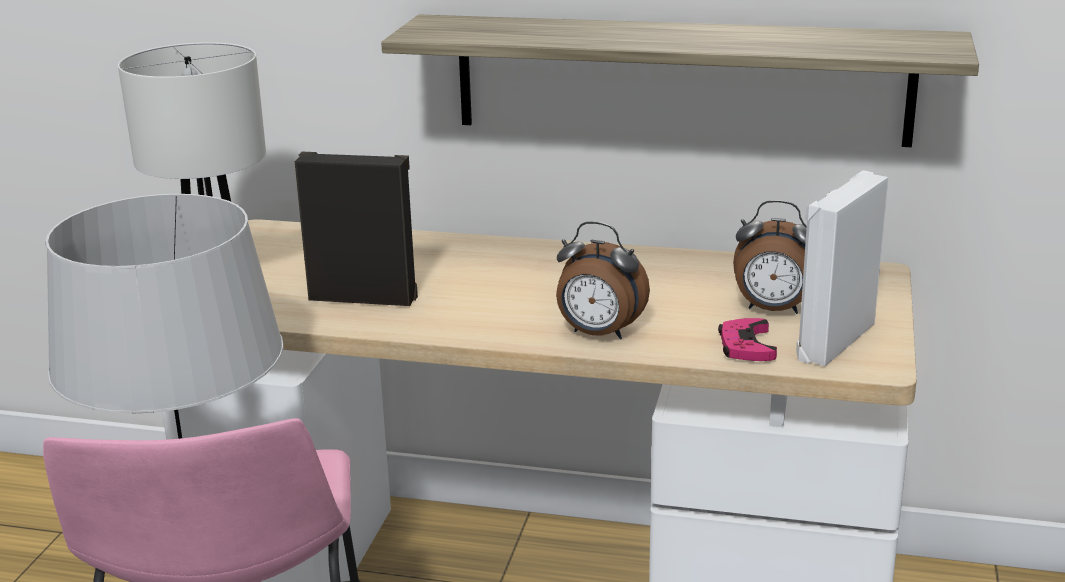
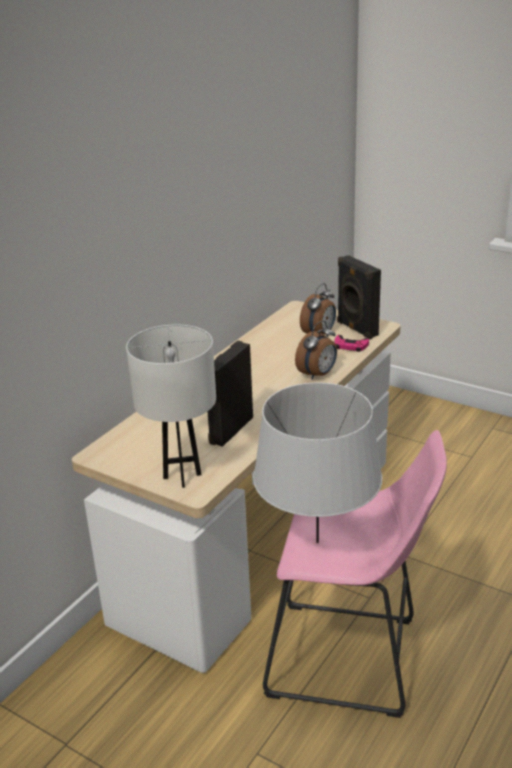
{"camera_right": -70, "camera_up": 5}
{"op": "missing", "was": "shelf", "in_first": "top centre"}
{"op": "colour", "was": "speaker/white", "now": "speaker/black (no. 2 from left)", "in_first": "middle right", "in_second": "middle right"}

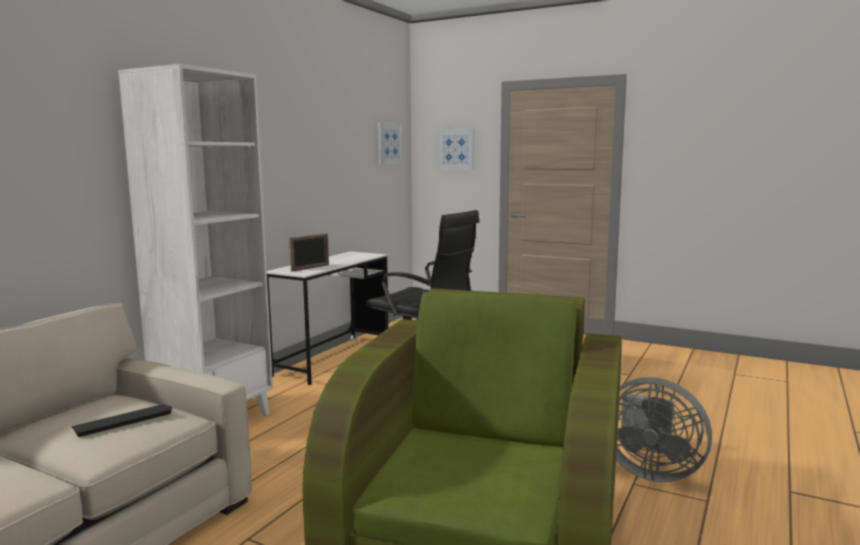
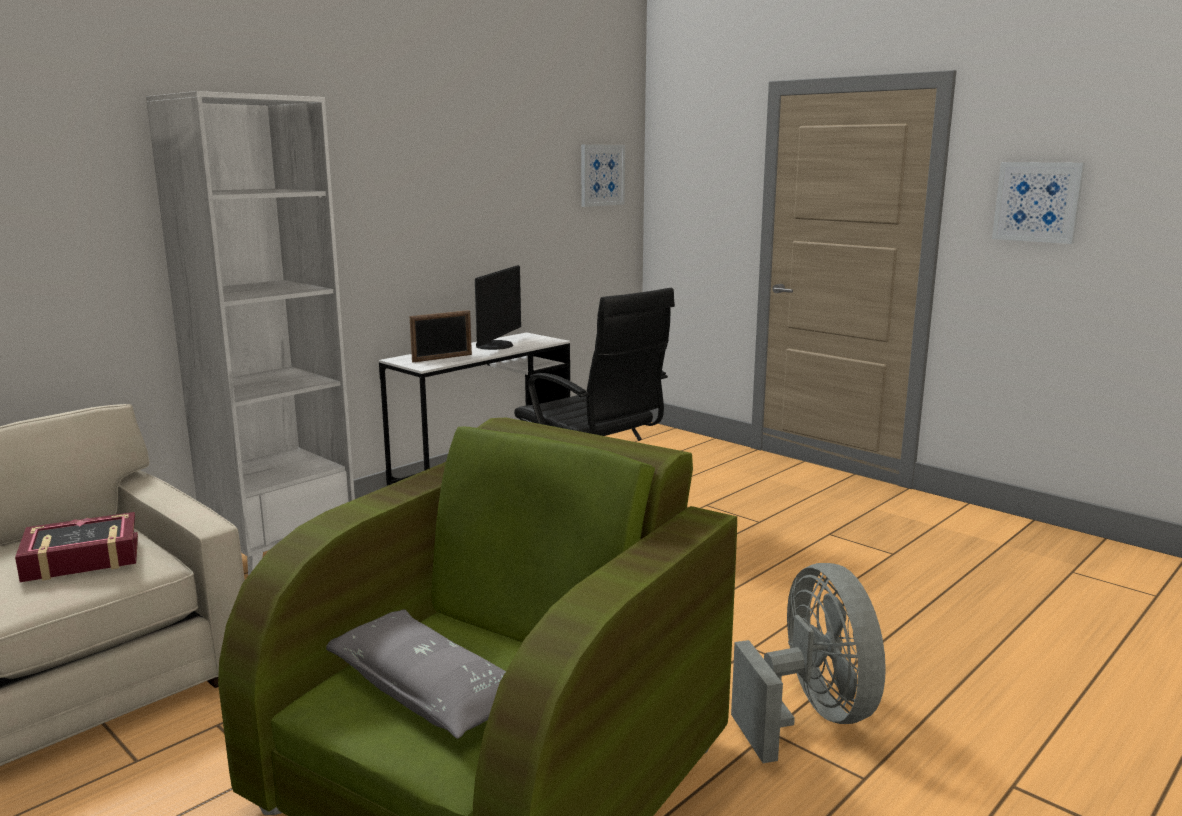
{"camera_right": 15, "camera_up": 5}
{"op": "relocated", "was": "picture (no. 2 from left)", "in_first": "top centre", "in_second": "top right"}
{"op": "spun", "was": "fan/grey", "in_first": "bottom right", "in_second": "bottom right", "clockwise": -150}
{"op": "exchanged", "was": "keyboard", "now": "book", "in_first": "bottom left", "in_second": "bottom left"}
{"op": "appeared", "now": "monitor", "in_second": "centre"}
{"op": "appeared", "now": "pillow/grey", "in_second": "bottom centre"}

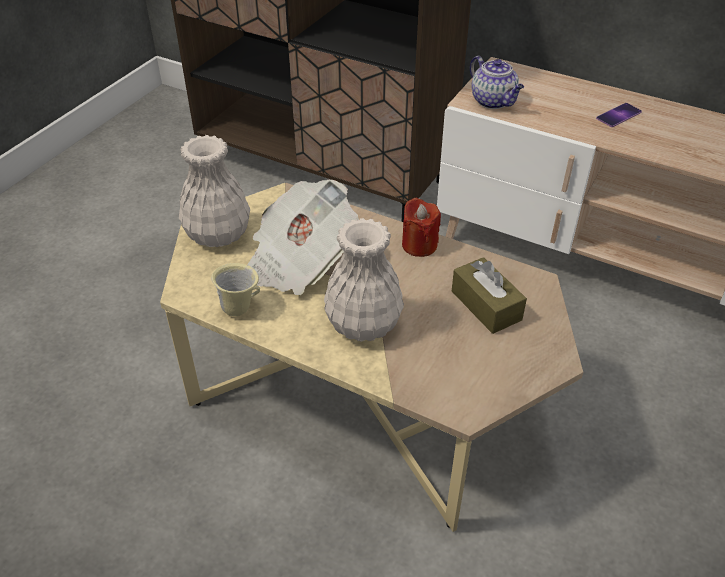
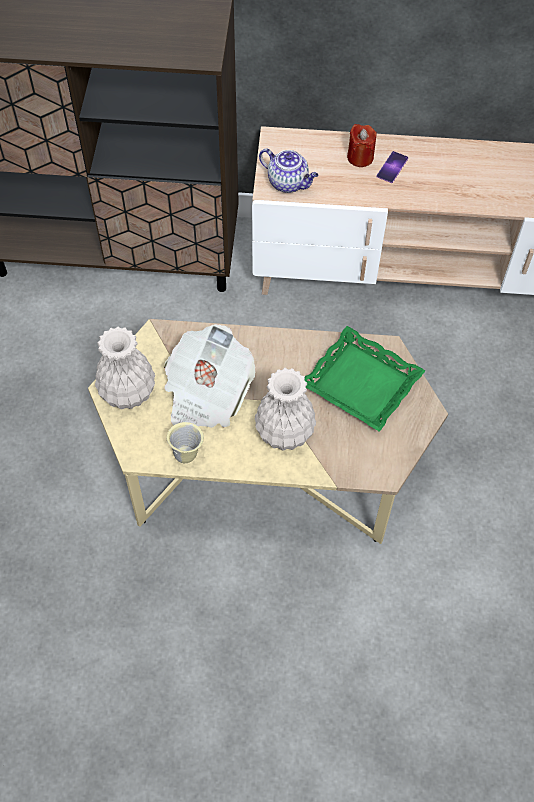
{"camera_right": -25, "camera_up": 15}
{"op": "relocated", "was": "candle/red", "in_first": "centre", "in_second": "top right"}
{"op": "exchanged", "was": "tissue box/brown", "now": "tray/green", "in_first": "middle right", "in_second": "middle right"}

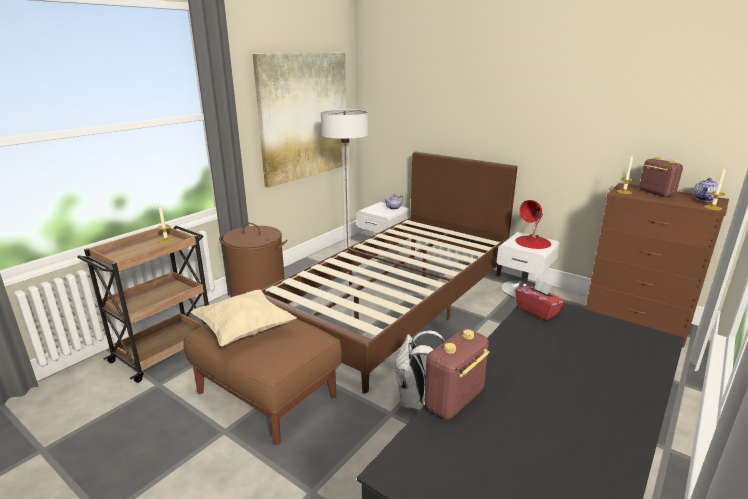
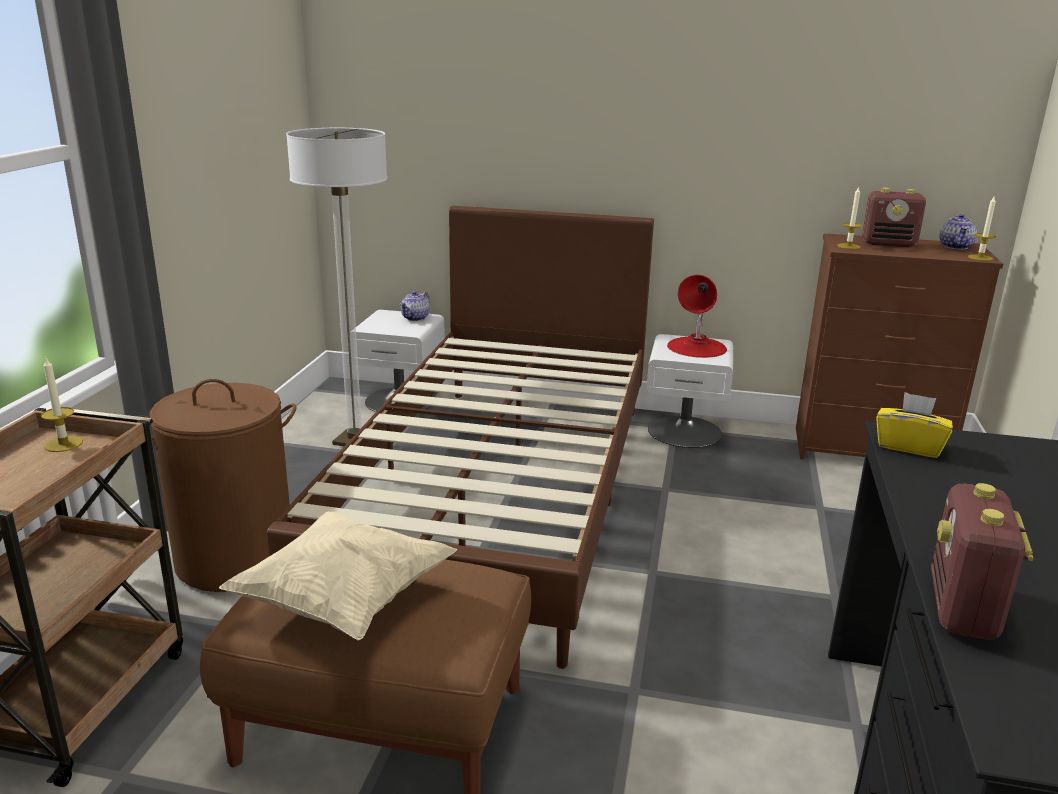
{"camera_right": -25, "camera_up": 0}
{"op": "missing", "was": "picture", "in_first": "top centre"}
{"op": "spun", "was": "radio (no. 2 from left in the first image)", "in_first": "middle right", "in_second": "top right", "clockwise": 150}
{"op": "colour", "was": "tissue box/red", "now": "tissue box/yellow", "in_first": "middle right", "in_second": "middle right"}
{"op": "missing", "was": "backpack/white", "in_first": "bottom centre"}

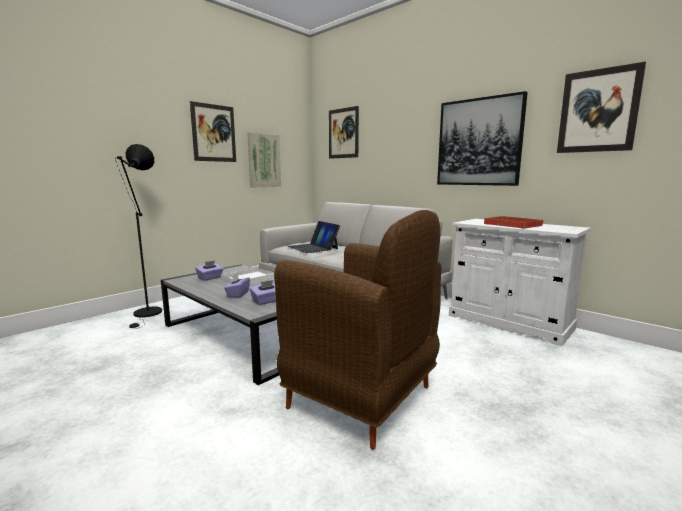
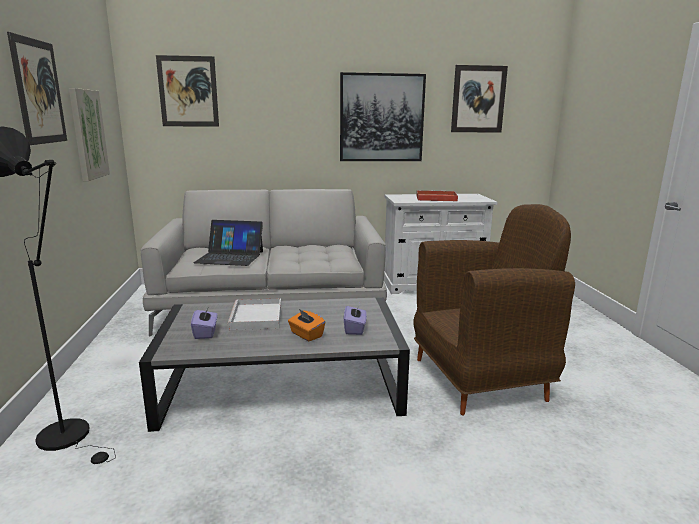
{"camera_right": -50, "camera_up": 5}
{"op": "colour", "was": "tissue box/purple (no. 2 from left)", "now": "tissue box/orange", "in_first": "centre", "in_second": "centre"}

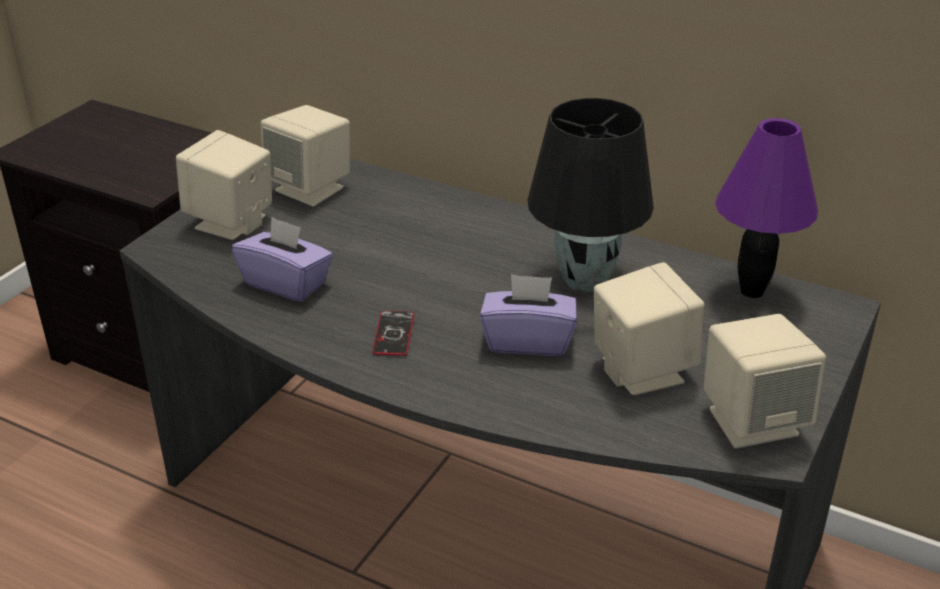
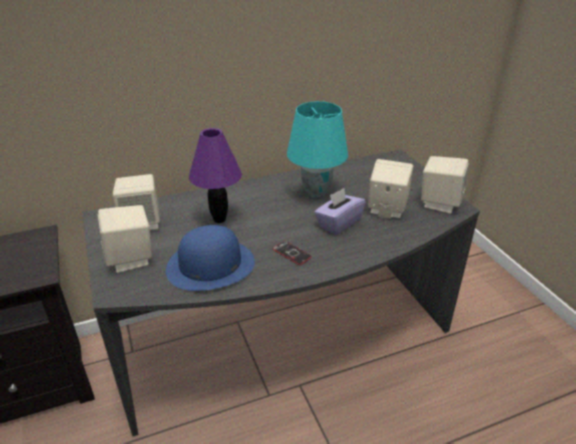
{"camera_right": -50, "camera_up": 0}
{"op": "colour", "was": "table lamp/black", "now": "table lamp/turquoise", "in_first": "top centre", "in_second": "centre"}
{"op": "relocated", "was": "table lamp/purple", "in_first": "middle right", "in_second": "centre"}
{"op": "exchanged", "was": "tissue box/purple (no. 1 from left)", "now": "hat/blue", "in_first": "middle left", "in_second": "centre"}

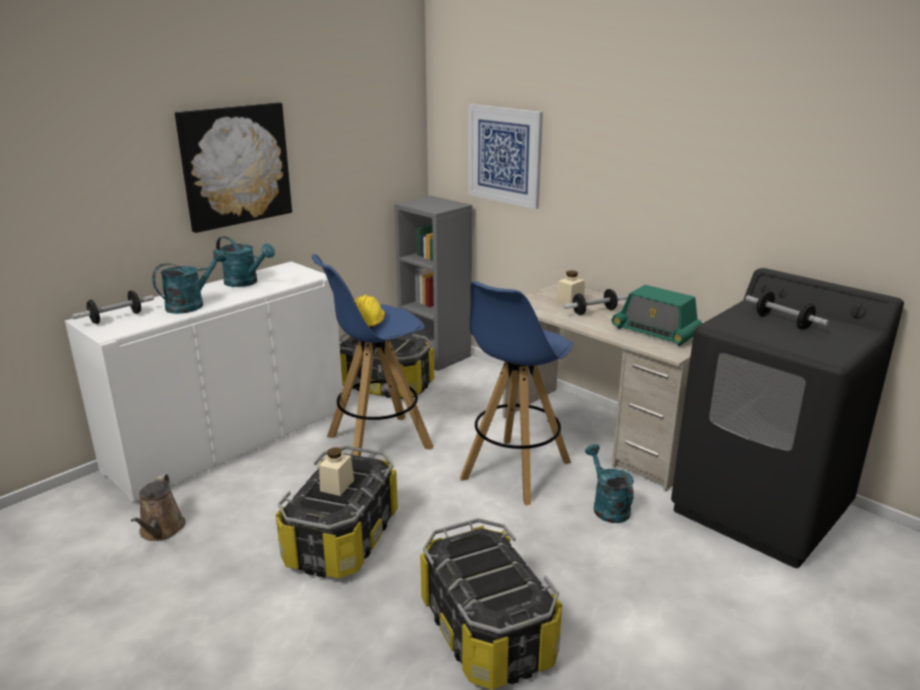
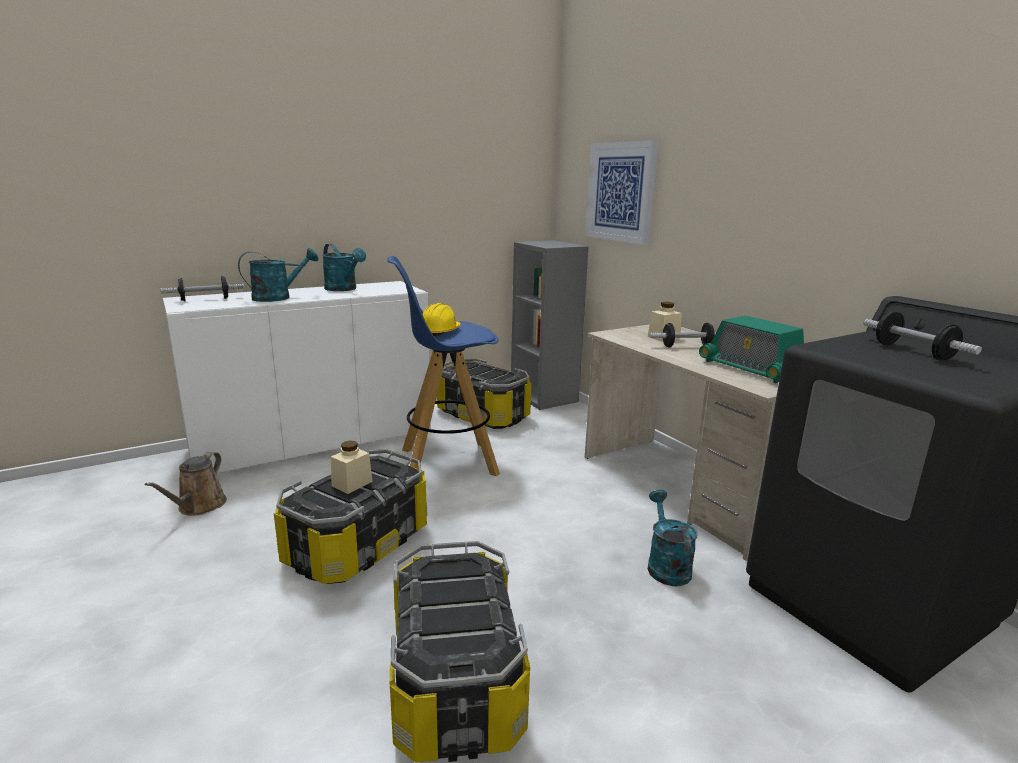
{"camera_right": 15, "camera_up": -5}
{"op": "missing", "was": "picture (no. 1 from left)", "in_first": "top left"}
{"op": "missing", "was": "stool/blue (no. 2 from left)", "in_first": "centre"}

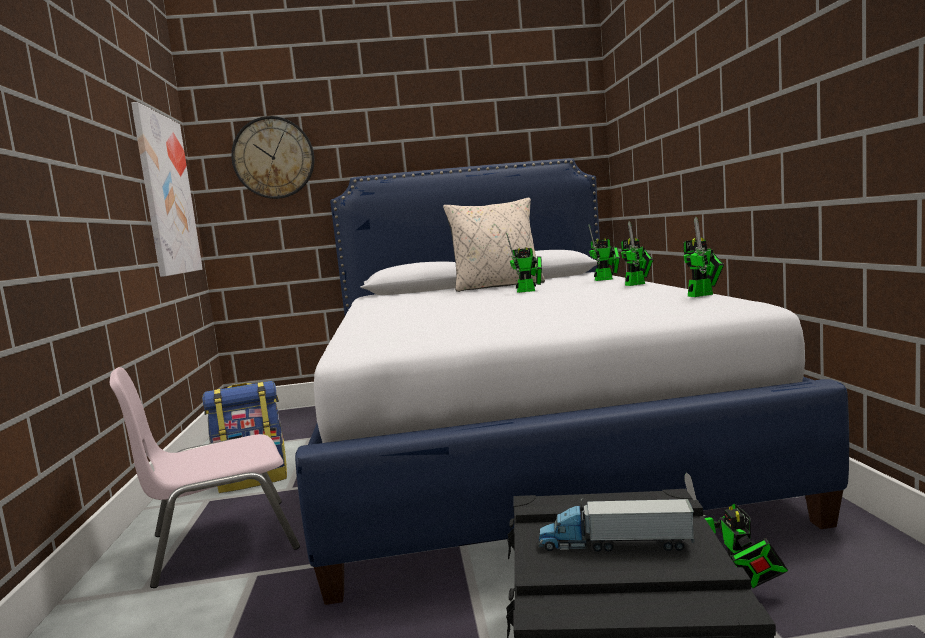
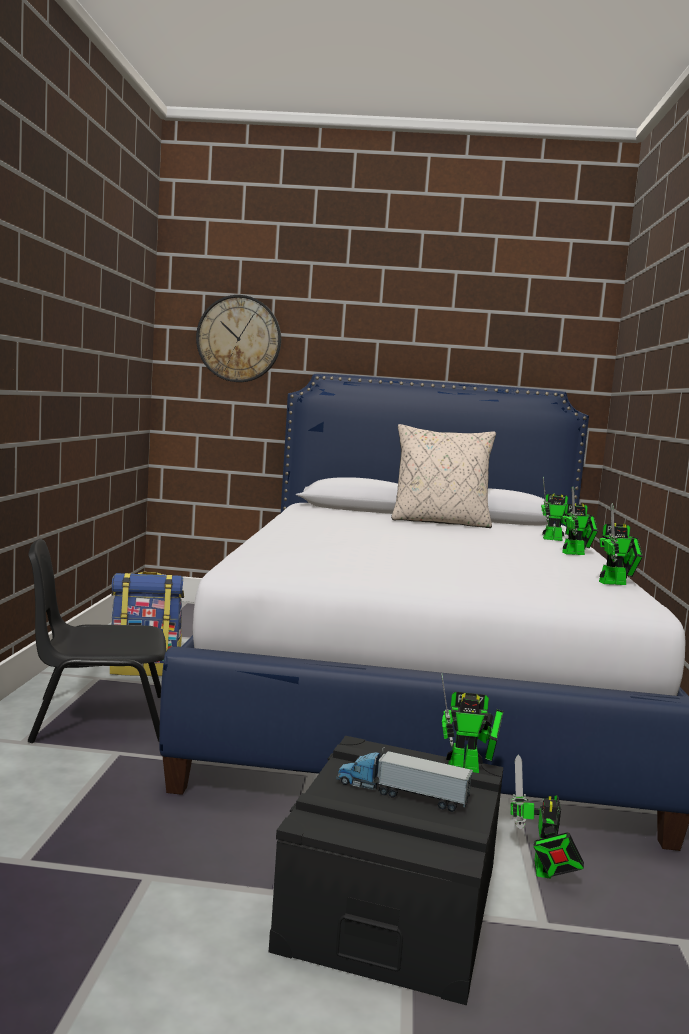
{"camera_right": 10, "camera_up": 0}
{"op": "missing", "was": "picture", "in_first": "top left"}
{"op": "relocated", "was": "toy robot (no. 1 from left)", "in_first": "centre", "in_second": "bottom right"}
{"op": "colour", "was": "chair/pink", "now": "chair/black", "in_first": "bottom left", "in_second": "middle left"}

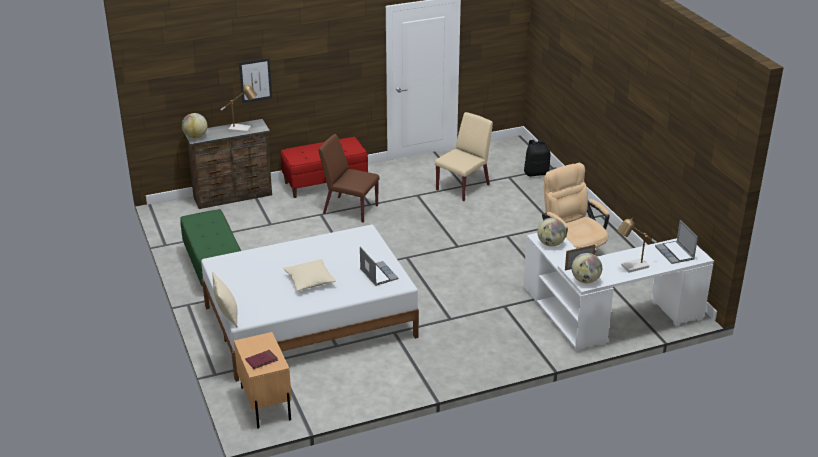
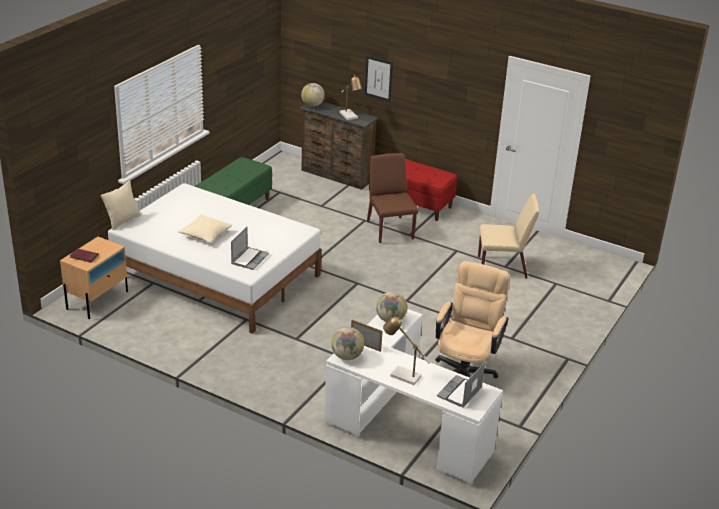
{"camera_right": 50, "camera_up": 0}
{"op": "missing", "was": "backpack/black", "in_first": "centre"}

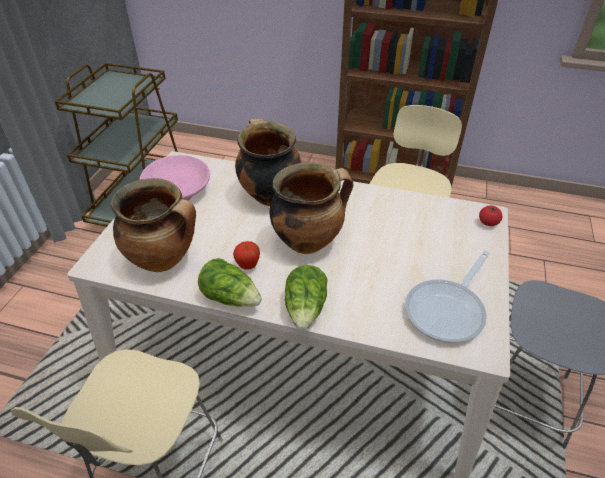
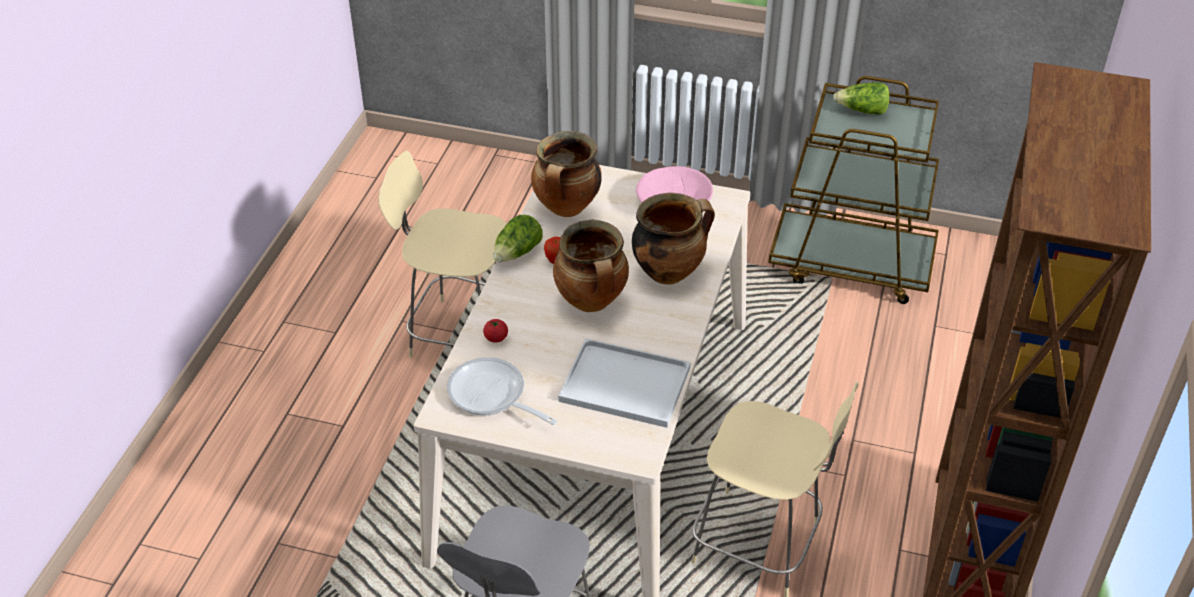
{"camera_right": 90, "camera_up": 0}
{"op": "relocated", "was": "tomato", "in_first": "middle right", "in_second": "centre"}
{"op": "relocated", "was": "lettuce (no. 2 from left)", "in_first": "centre", "in_second": "top right"}
{"op": "appeared", "now": "tray/white", "in_second": "centre"}

